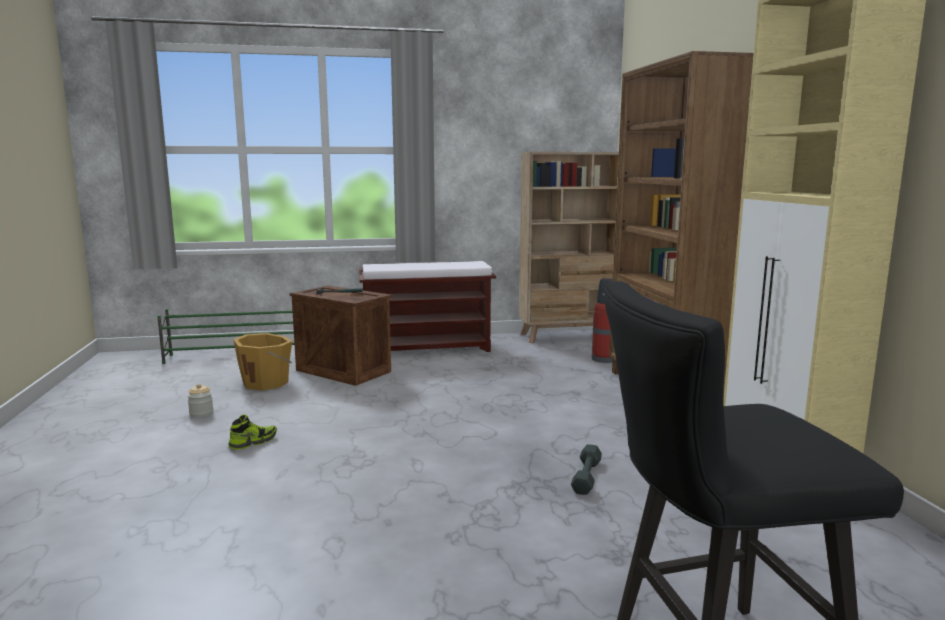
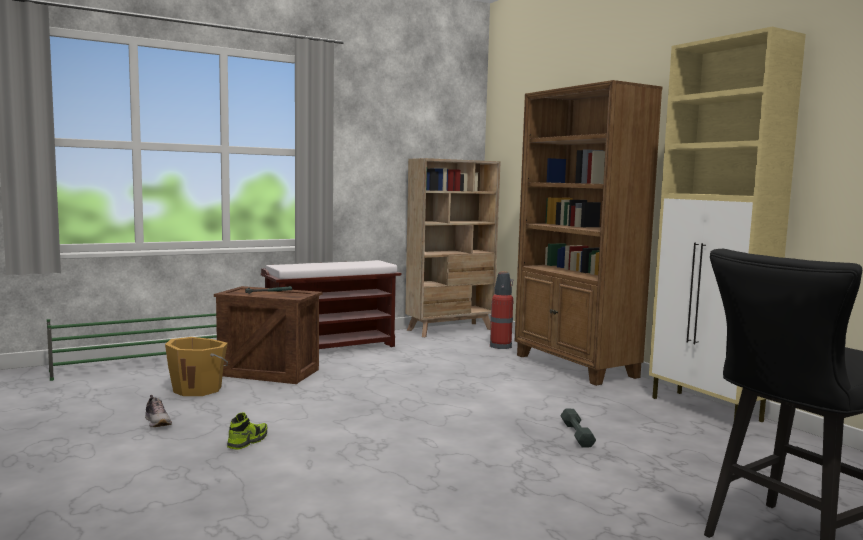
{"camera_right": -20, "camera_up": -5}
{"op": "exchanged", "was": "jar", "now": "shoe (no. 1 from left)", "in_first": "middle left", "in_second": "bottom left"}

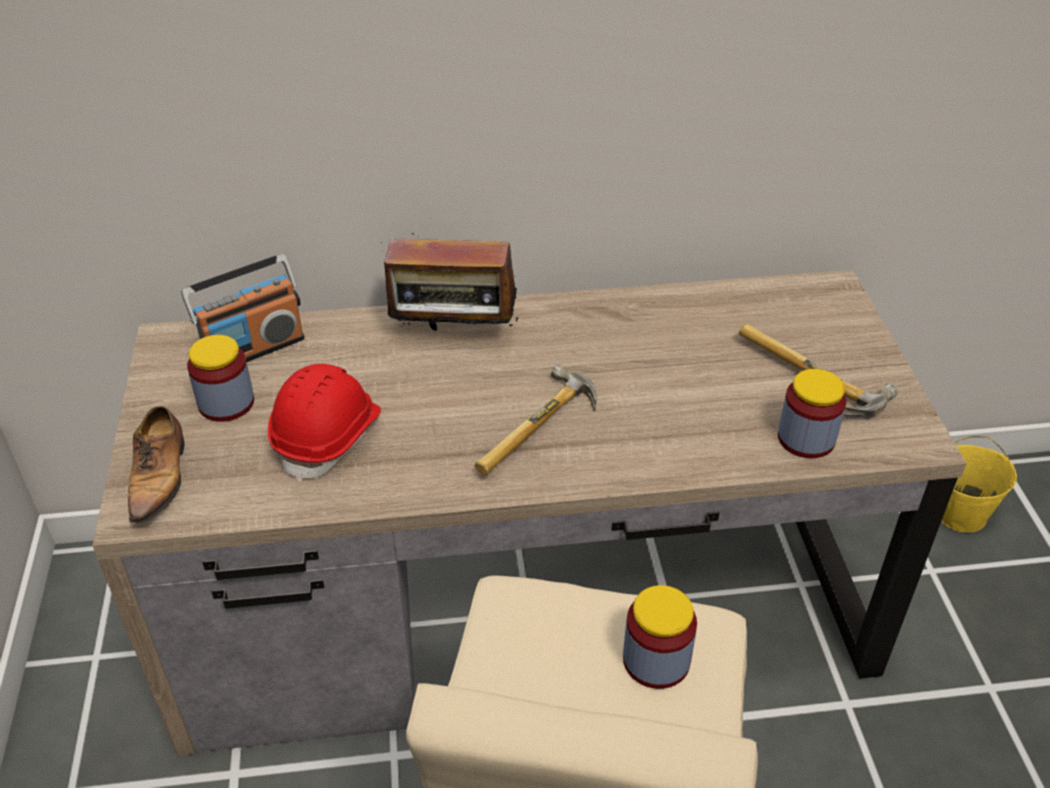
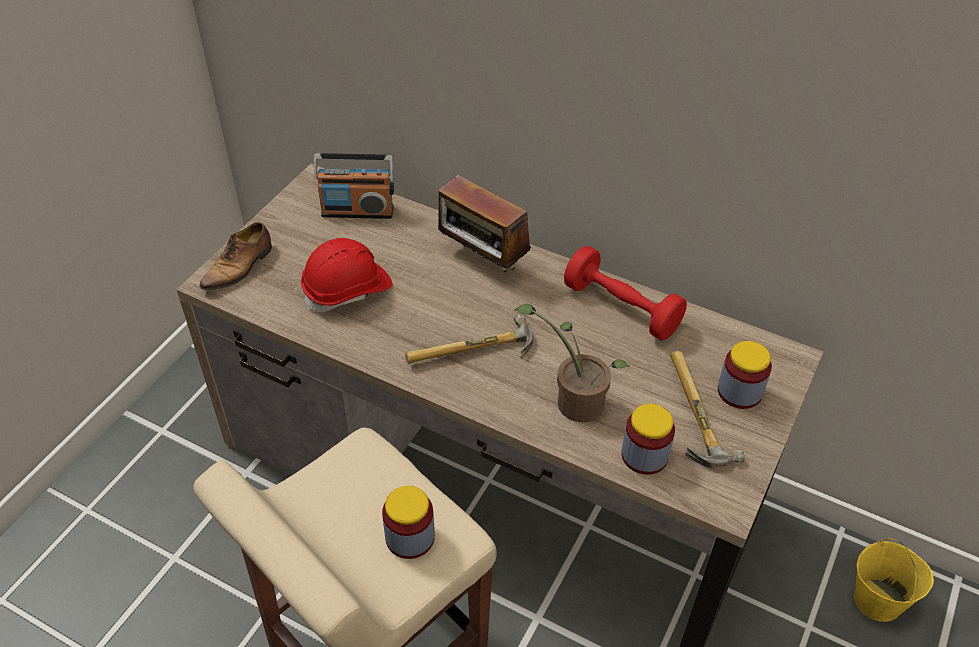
{"camera_right": 35, "camera_up": 5}
{"op": "relocated", "was": "jar (no. 1 from left in the first image)", "now": "jar (no. 3 from left)", "in_first": "middle left", "in_second": "middle right"}
{"op": "appeared", "now": "dumbbell/red", "in_second": "centre"}
{"op": "appeared", "now": "potted plant", "in_second": "centre"}

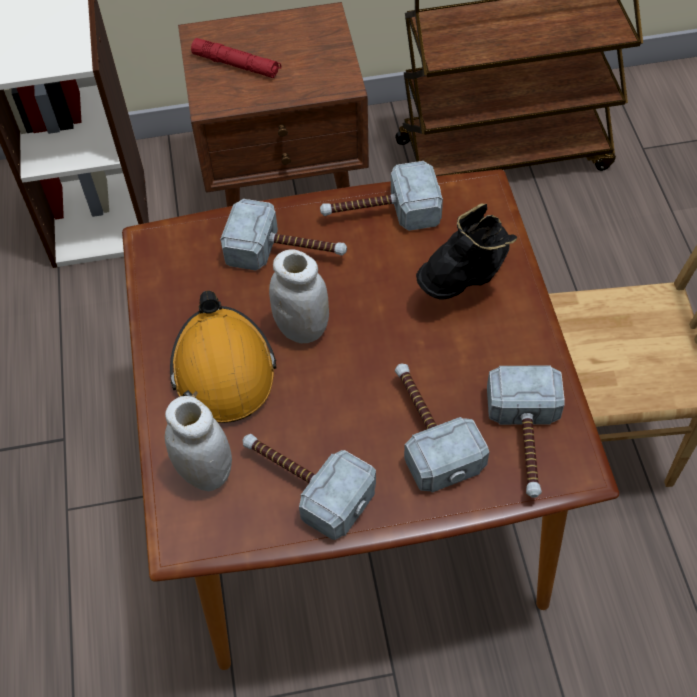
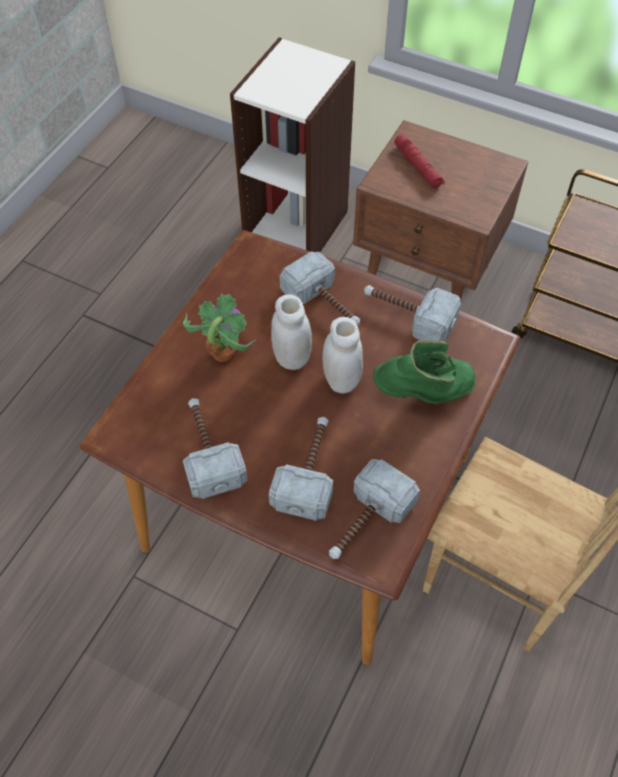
{"camera_right": 35, "camera_up": 0}
{"op": "colour", "was": "boot/black", "now": "boot/green", "in_first": "middle right", "in_second": "middle right"}
{"op": "exchanged", "was": "hard hat/orange", "now": "potted plant", "in_first": "middle left", "in_second": "centre"}
{"op": "relocated", "was": "jar/white (no. 1 from left in the first image)", "now": "jar/white (no. 2 from left)", "in_first": "middle left", "in_second": "centre"}

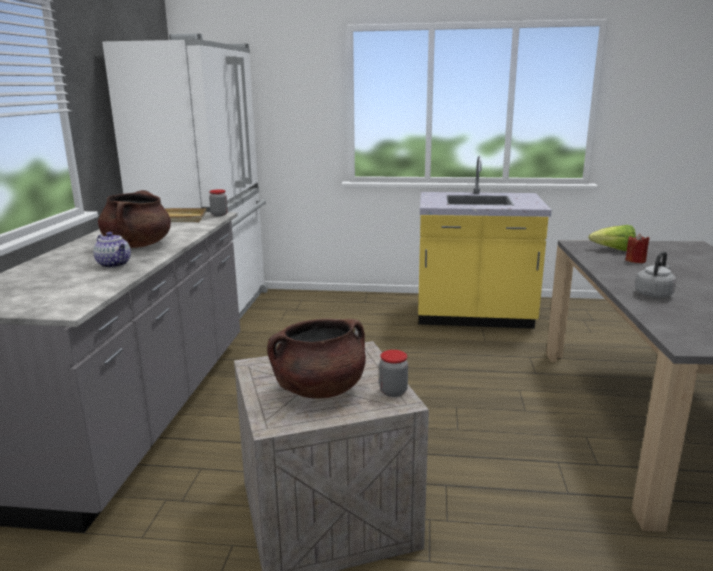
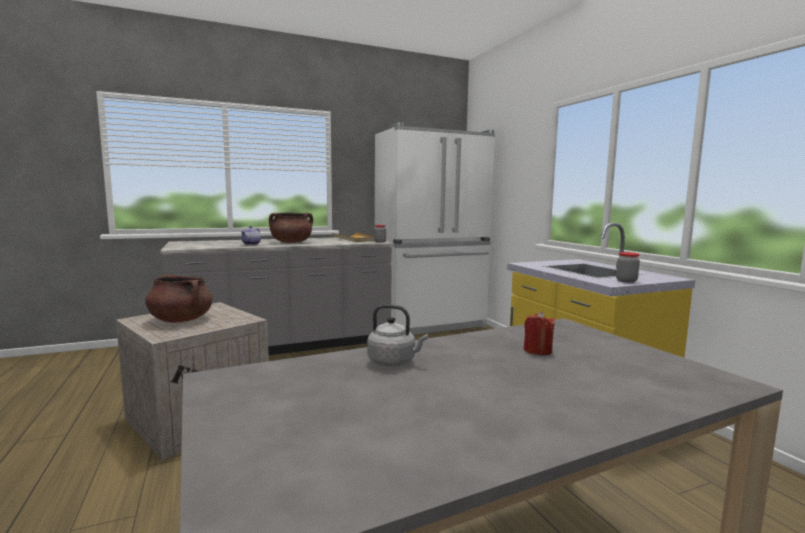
{"camera_right": 60, "camera_up": -10}
{"op": "missing", "was": "lettuce", "in_first": "middle right"}
{"op": "relocated", "was": "jar (no. 2 from left)", "in_first": "centre", "in_second": "middle right"}

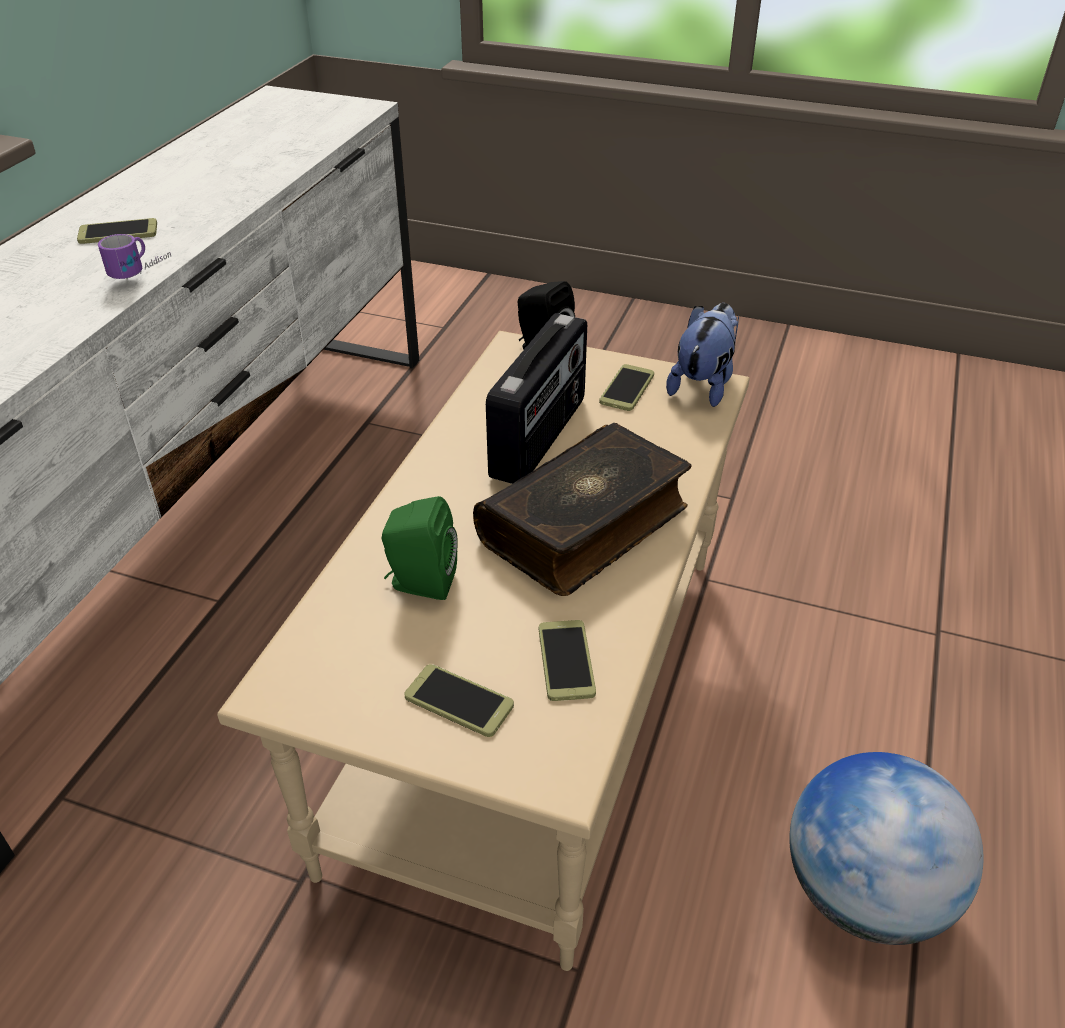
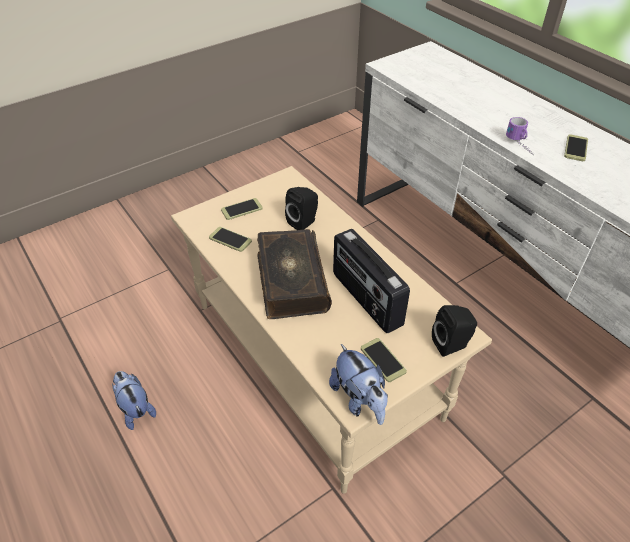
{"camera_right": 125, "camera_up": 5}
{"op": "colour", "was": "speaker/green", "now": "speaker/black (no. 1 from left)", "in_first": "centre", "in_second": "centre"}
{"op": "exchanged", "was": "globe", "now": "plush toy (no. 1 from left)", "in_first": "bottom right", "in_second": "bottom left"}

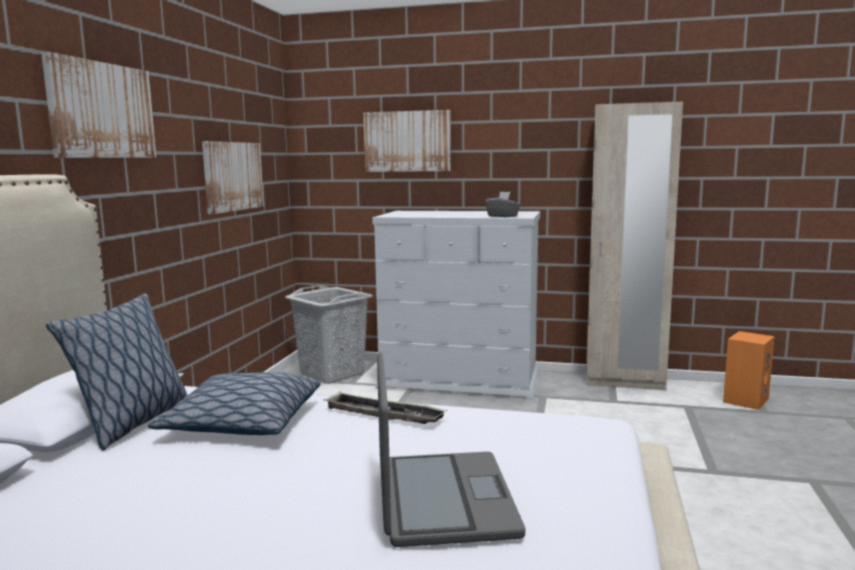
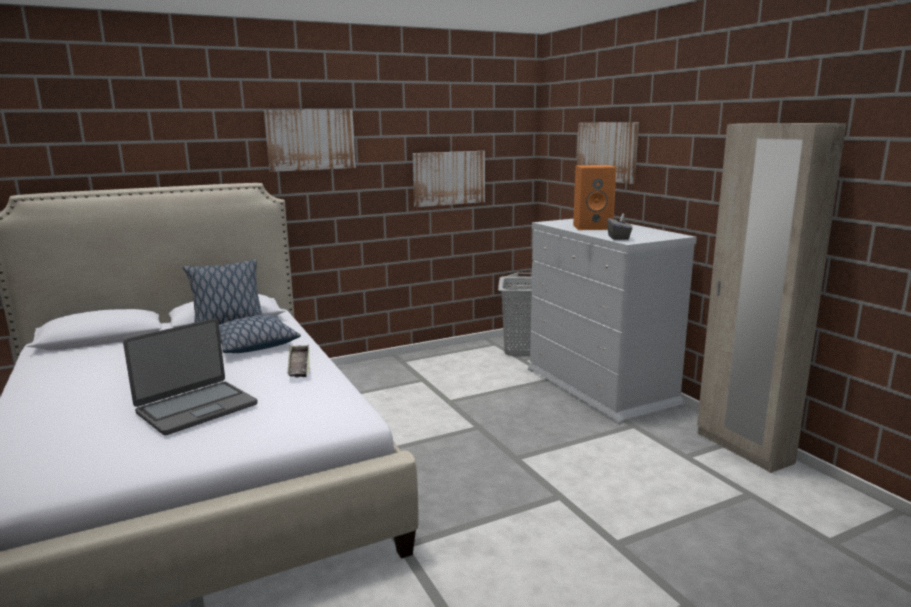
{"camera_right": 50, "camera_up": 5}
{"op": "relocated", "was": "speaker/orange", "in_first": "middle right", "in_second": "top centre"}

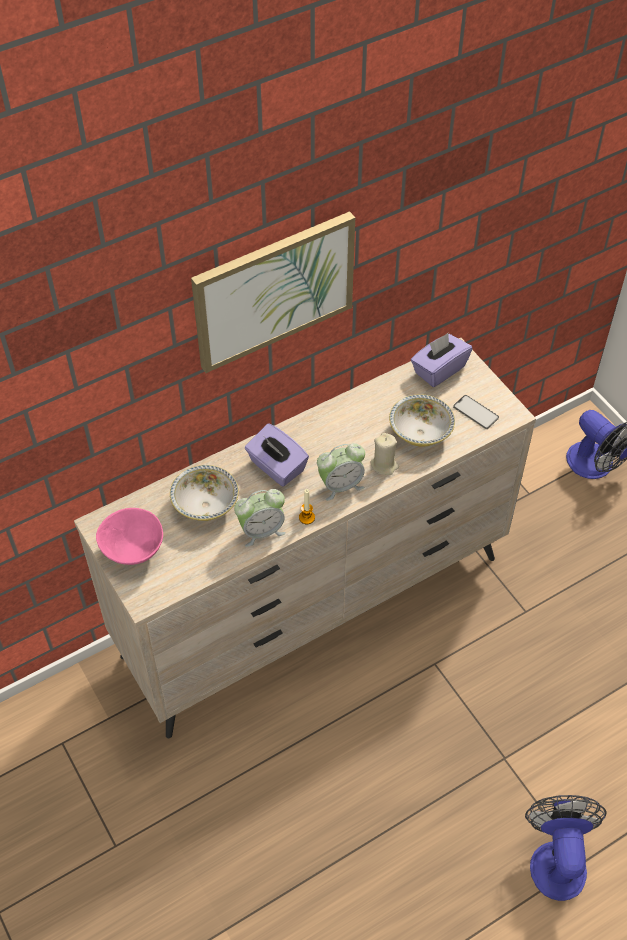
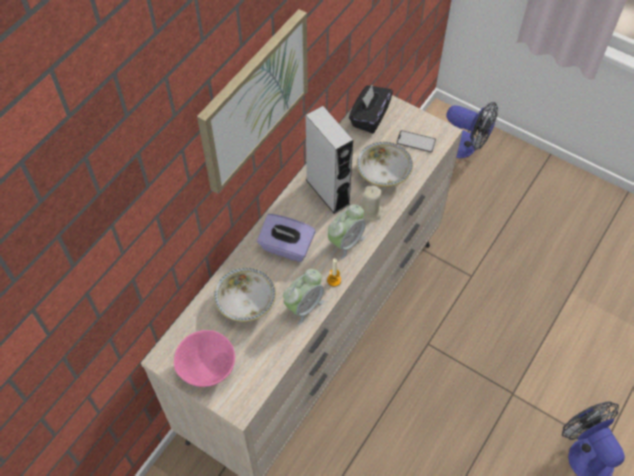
{"camera_right": -25, "camera_up": 5}
{"op": "colour", "was": "tissue box/purple (no. 2 from left)", "now": "tissue box/black", "in_first": "middle right", "in_second": "top centre"}
{"op": "appeared", "now": "speaker/grey", "in_second": "centre"}

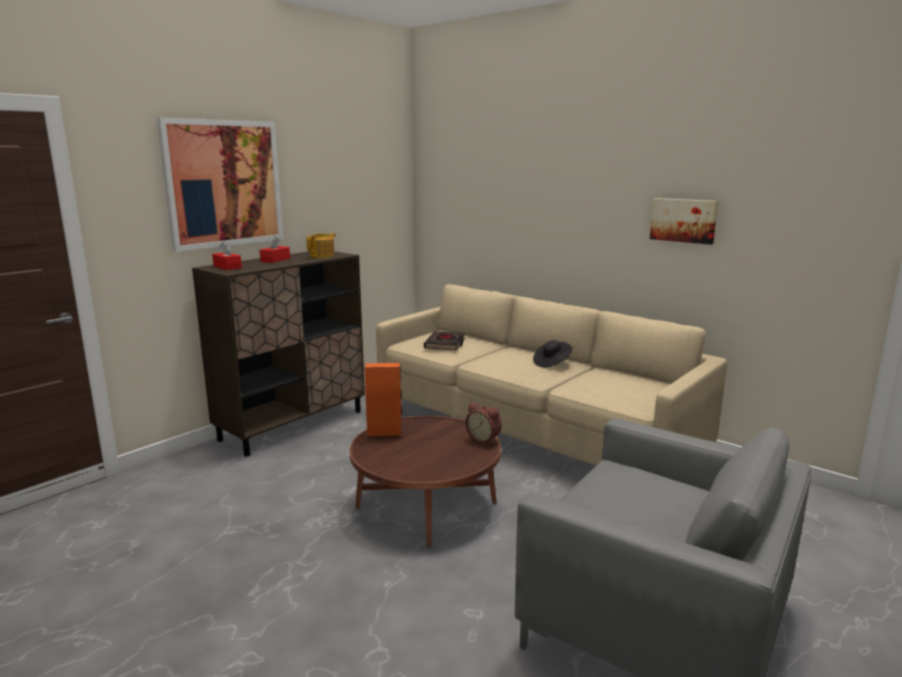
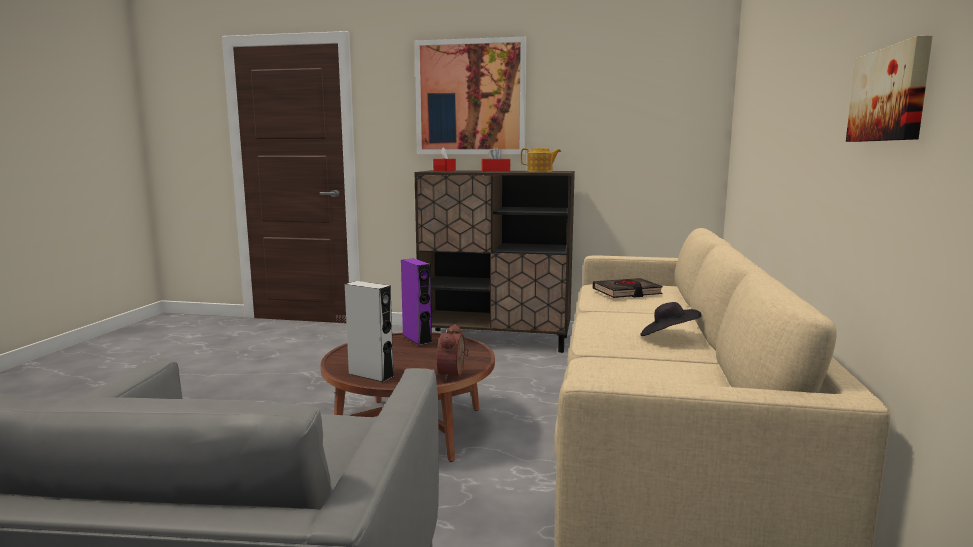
{"camera_right": 60, "camera_up": -5}
{"op": "colour", "was": "speaker/orange", "now": "speaker/purple", "in_first": "centre", "in_second": "centre"}
{"op": "appeared", "now": "speaker/grey", "in_second": "centre"}

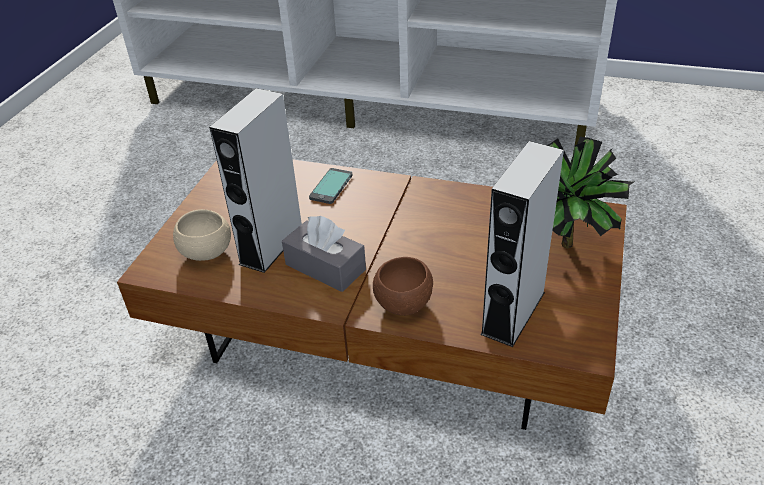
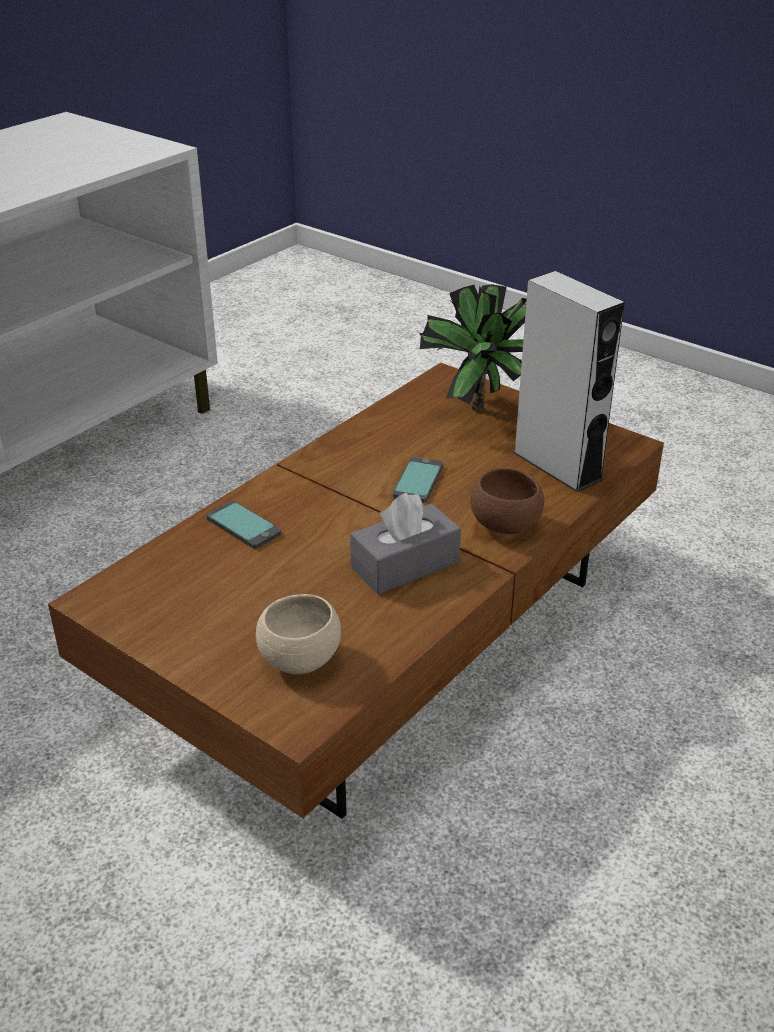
{"camera_right": -70, "camera_up": -5}
{"op": "missing", "was": "speaker/grey (no. 1 from left)", "in_first": "centre"}
{"op": "appeared", "now": "phone (no. 2 from left)", "in_second": "centre"}

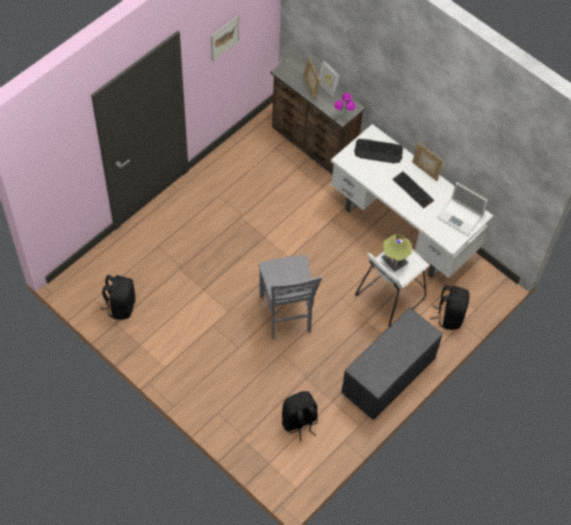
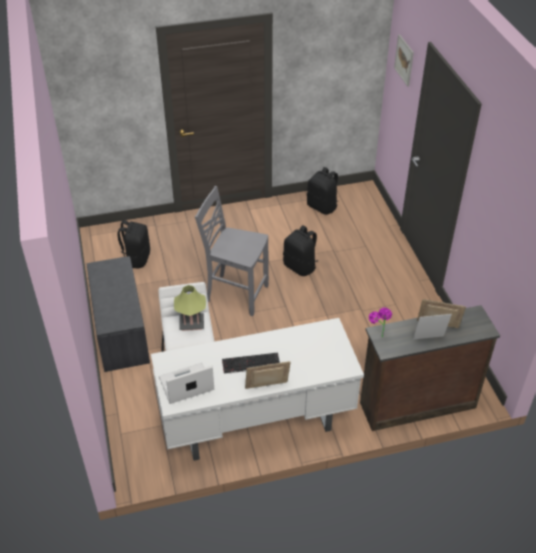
{"camera_right": 125, "camera_up": -15}
{"op": "relocated", "was": "picture", "in_first": "top centre", "in_second": "top right"}
{"op": "missing", "was": "keyboard (no. 1 from left)", "in_first": "top centre"}
{"op": "relocated", "was": "backpack/black (no. 3 from left in the first image)", "now": "backpack/black (no. 2 from left)", "in_first": "middle right", "in_second": "centre"}

